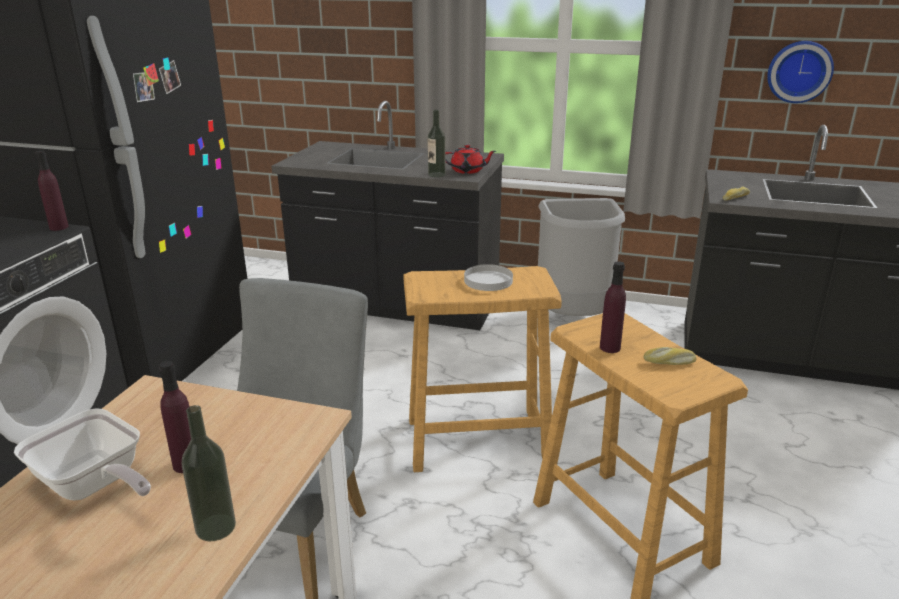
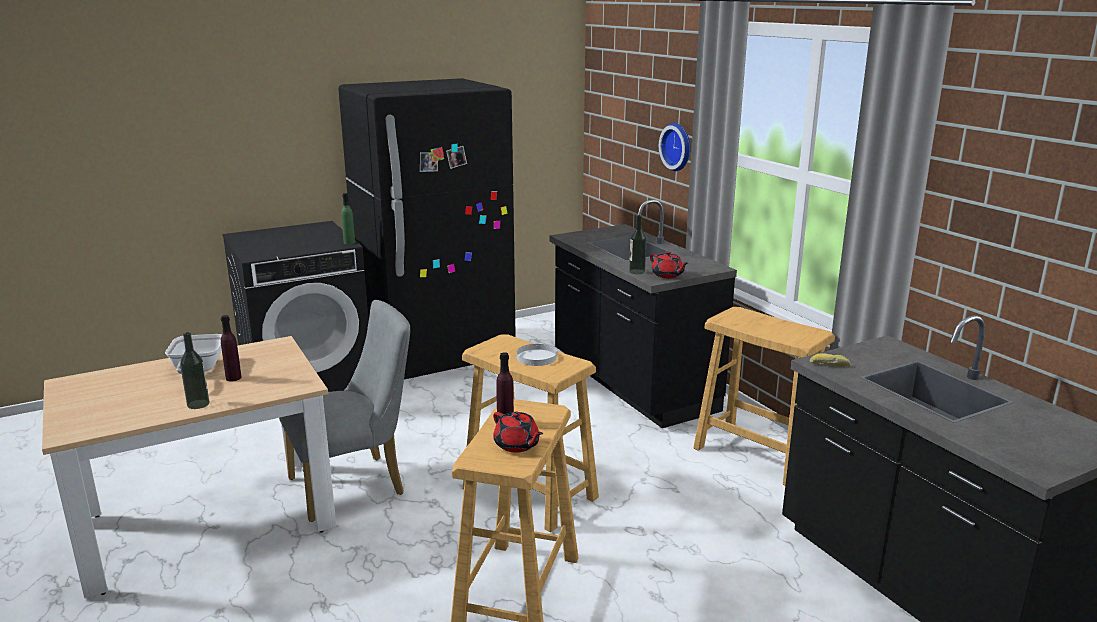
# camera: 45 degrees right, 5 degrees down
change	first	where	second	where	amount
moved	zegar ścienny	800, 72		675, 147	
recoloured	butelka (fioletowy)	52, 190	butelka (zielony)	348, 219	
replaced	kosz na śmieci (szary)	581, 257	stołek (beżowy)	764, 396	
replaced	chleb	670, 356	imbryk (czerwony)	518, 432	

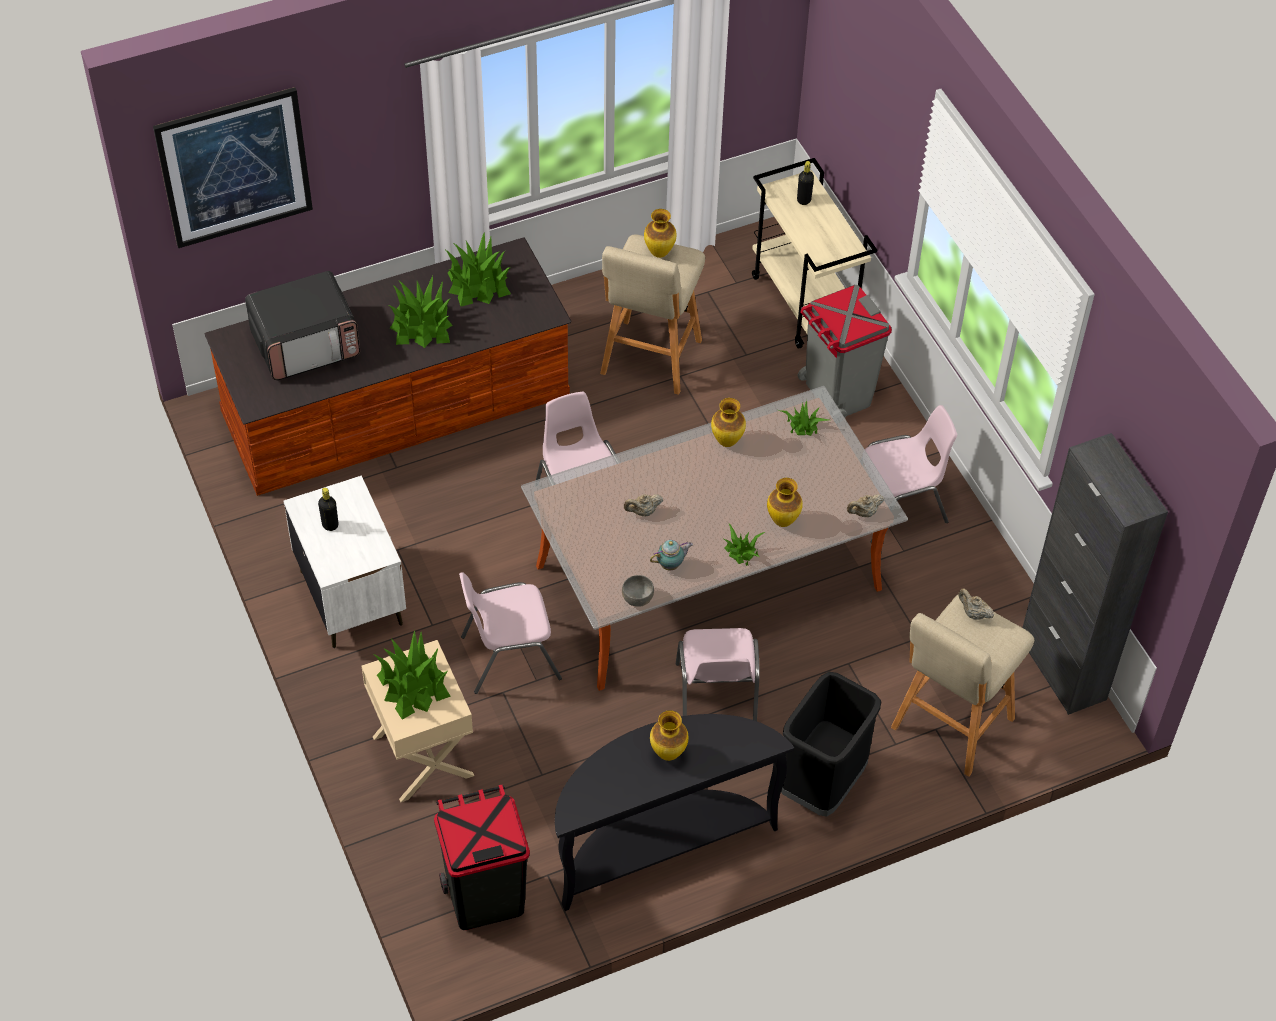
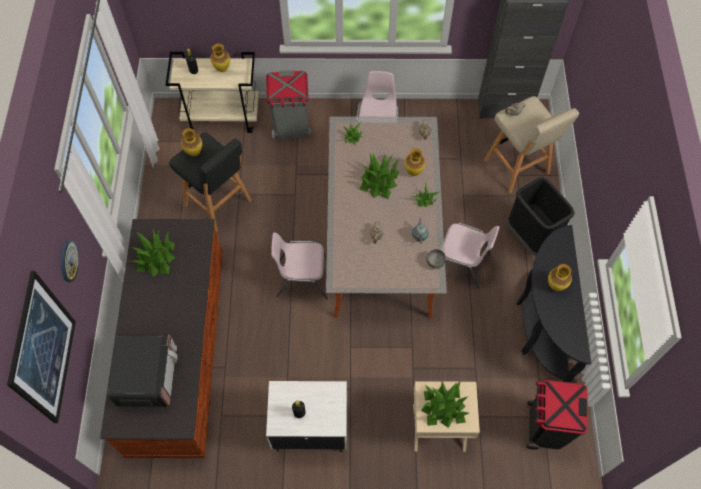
# camera: 65 degrees left, 10 degrees up
change	first	where	second	where	amount
recoloured	stołek (beżowy)	652, 315	stołek (czarny)	210, 182	
moved	roślina doniczkowa	420, 312		379, 175	
moved	wazon	728, 422		220, 58	
removed	krzesło (różowy)	510, 633			
added			zegar ścienny	70, 261	

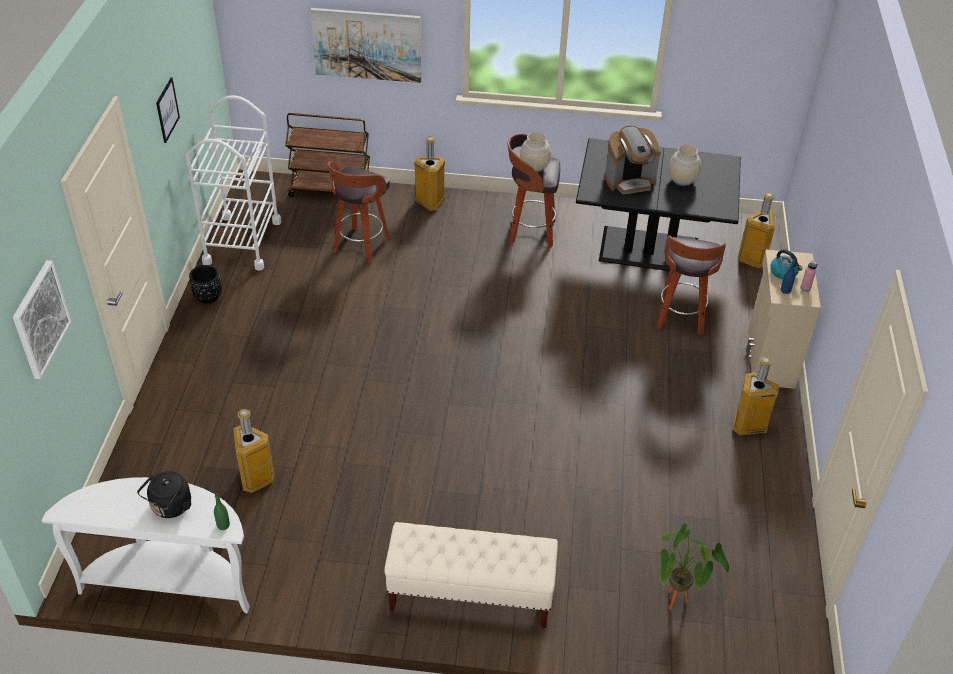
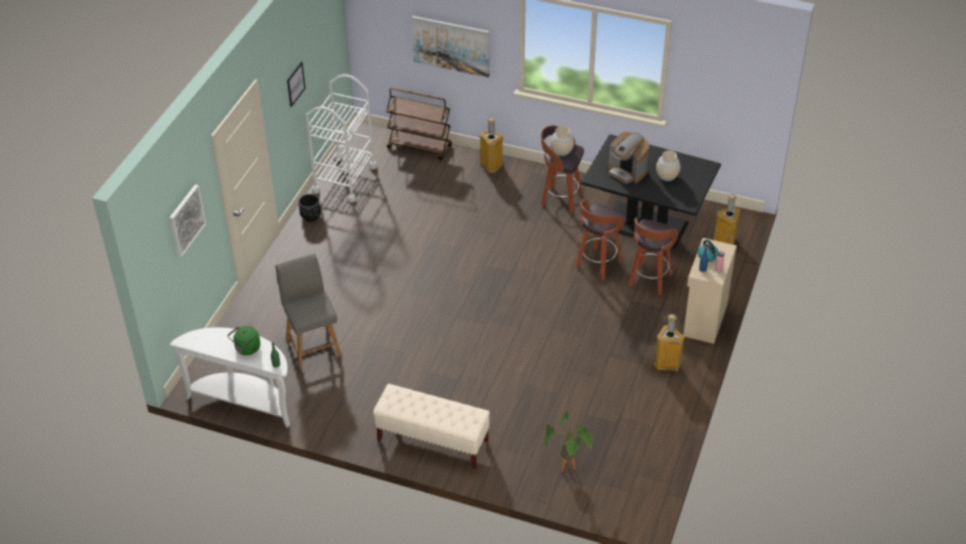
# camera: 15 degrees right, 0 degrees up
change	first	where	second	where	amount
turned	ekspres do kawy	633, 160		628, 158	45 degrees clockwise
moved	stołek	359, 212		601, 240	
replaced	kosz na śmieci	254, 451	krzesło (szary)	309, 311	
recoloured	czajnik (czarny)	164, 494	czajnik (zielony)	244, 340	

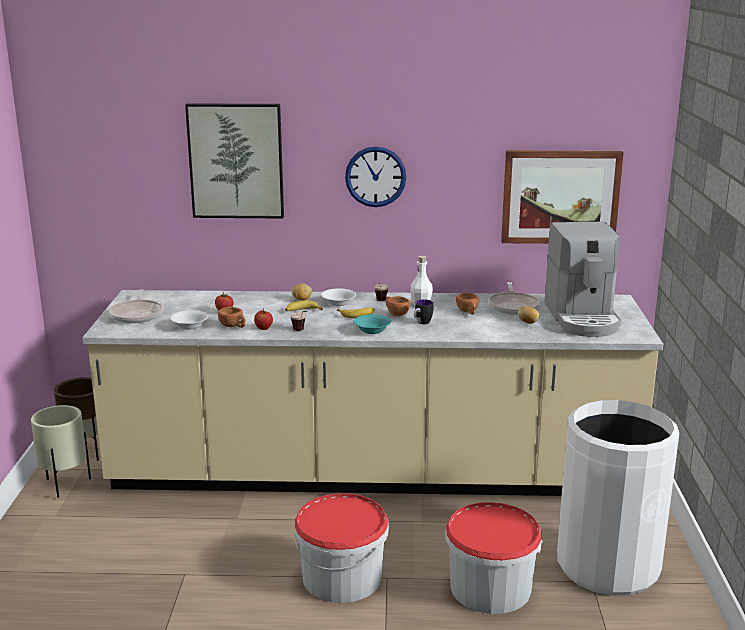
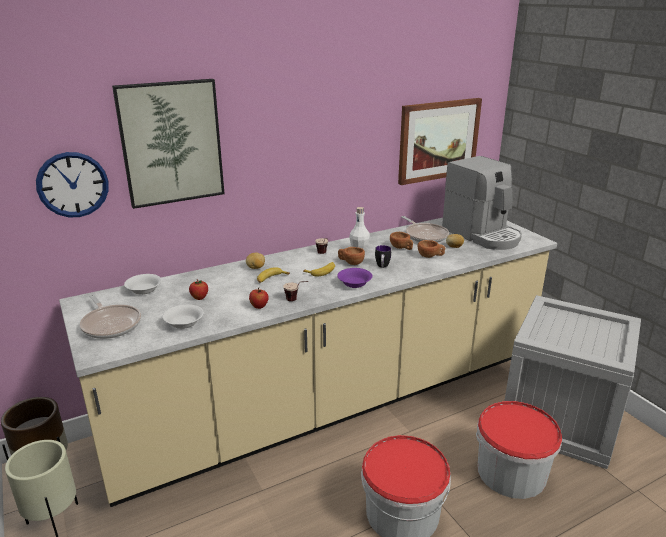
# camera: 30 degrees left, 5 degrees up
change	first	where	second	where	amount
moved	zegar ścienny	375, 176		72, 184	
moved	miska (biały)	338, 297		143, 284	
moved	filiżanka (brązowy)	232, 317		431, 249	
recoloured	miska (turkusowy)	372, 324	miska (fioletowy)	355, 278	
replaced	kosz na śmieci (biały)	618, 498	skrzynka	572, 382	

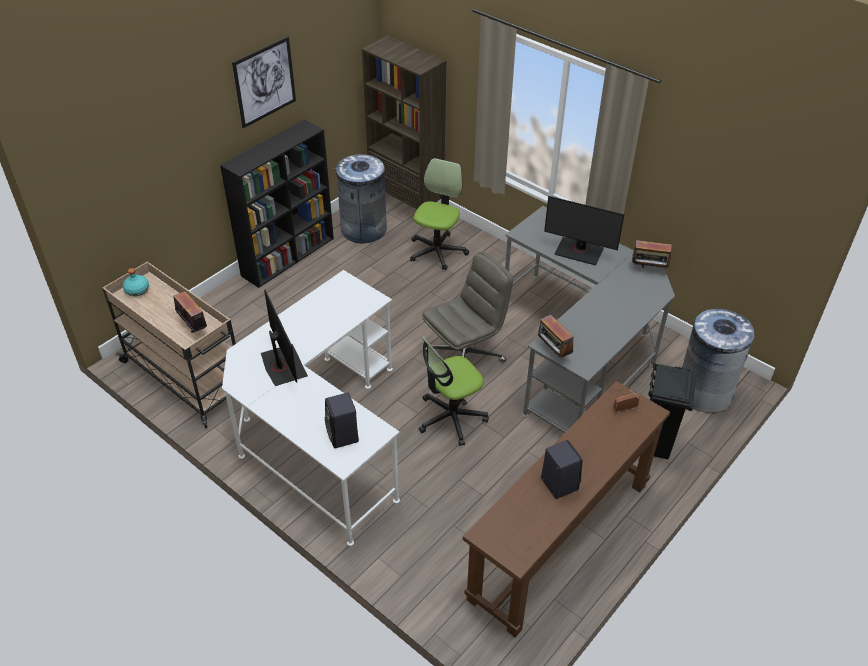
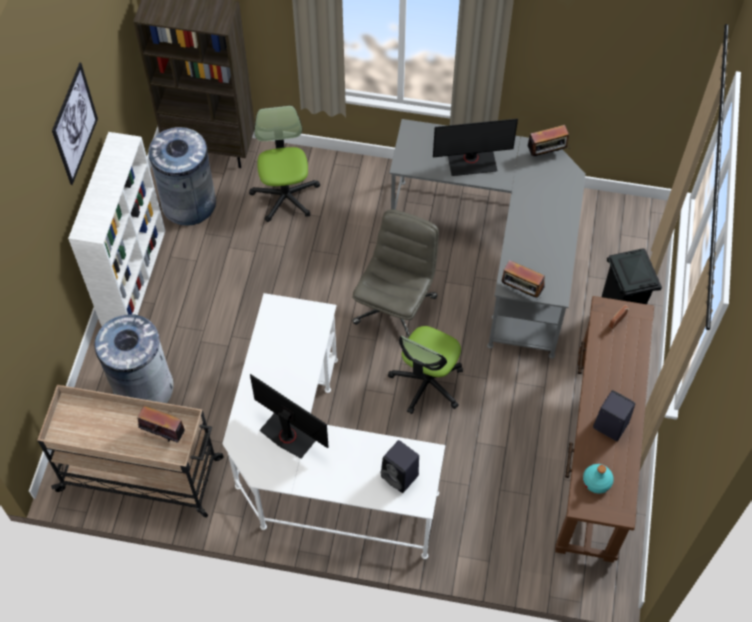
# camera: 30 degrees left, 15 degrees up
change	first	where	second	where	amount
recoloured	regał (czarny)	277, 204	regał (biały)	116, 229	
moved	butelka (turkusowy)	136, 282		598, 479	
moved	kosz na śmieci (szary)	718, 361		134, 357	

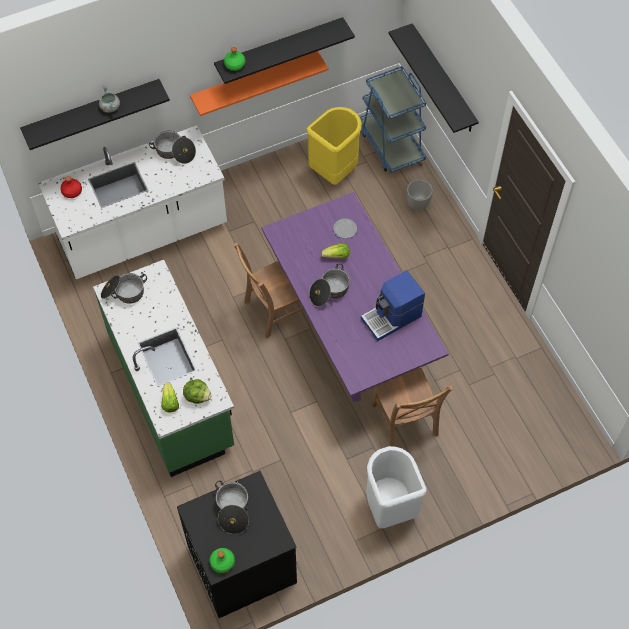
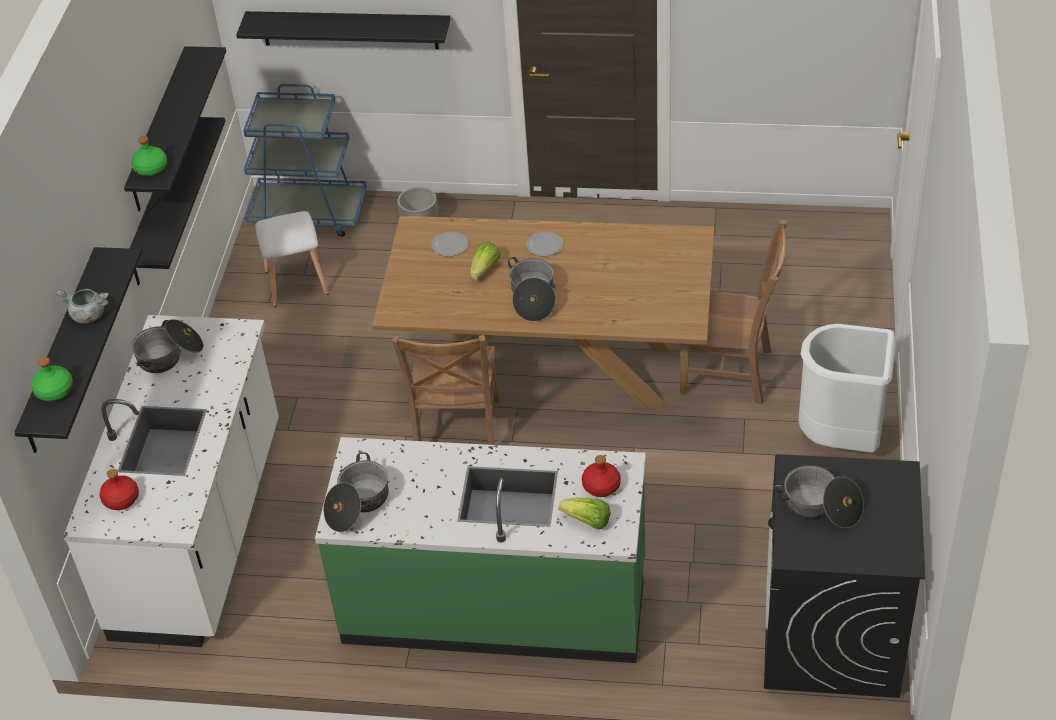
# camera: 55 degrees left, 15 degrees down
change	first	where	second	where	amount
recoloured	półka (pomarańczowy)	259, 83	półka (czarny)	177, 201	
replaced	kosz na śmieci (żółty)	334, 146	stołek (biały)	292, 259	
recoloured	stół jadalny (fioletowy)	355, 296	stół jadalny (brązowy)	543, 313	
removed	ekspres do kawy	393, 306			
replaced	sałata	197, 391	butelka (czerwony)	601, 476	
moved	butelka (zielony)	222, 560		52, 379	
added			talerz	544, 244	

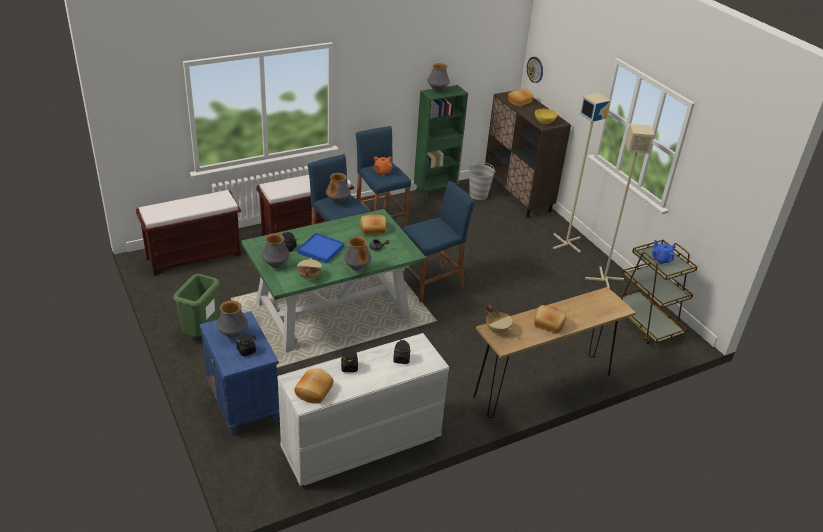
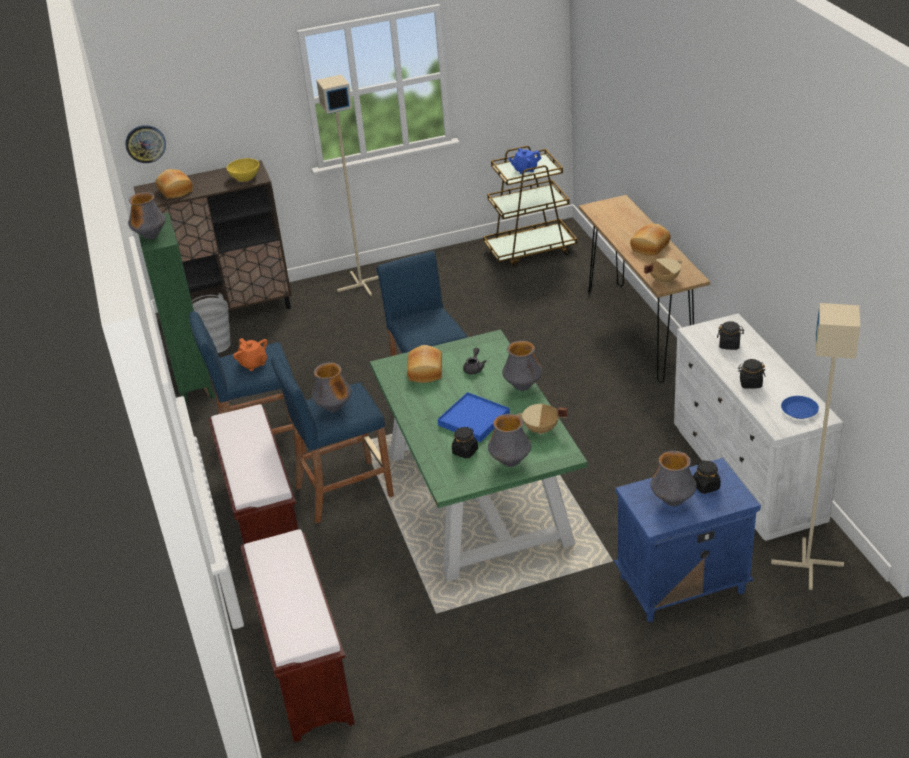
# camera: 75 degrees left, 0 degrees up
change	first	where	second	where	amount
moved	lampa stojąca (beżowy)	619, 206		815, 446	
removed	kosz na śmieci (zielony)	196, 305			
replaced	chleb	314, 386	talerz (niebieski)	800, 407	

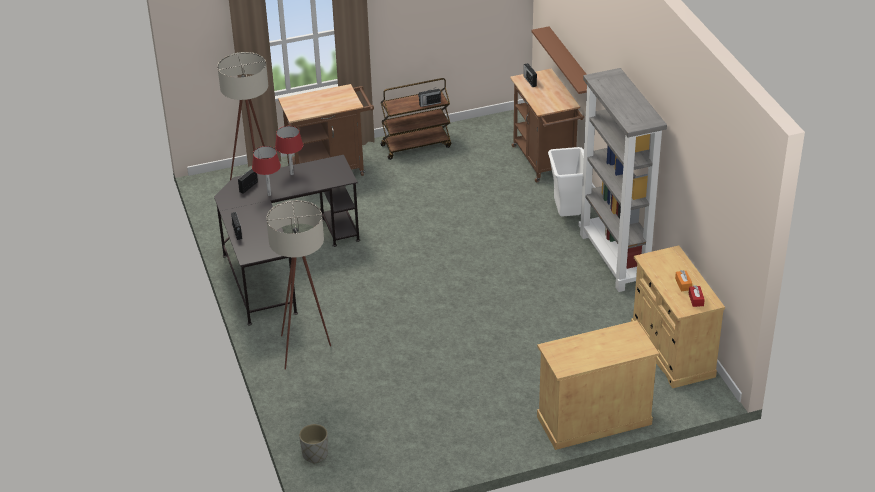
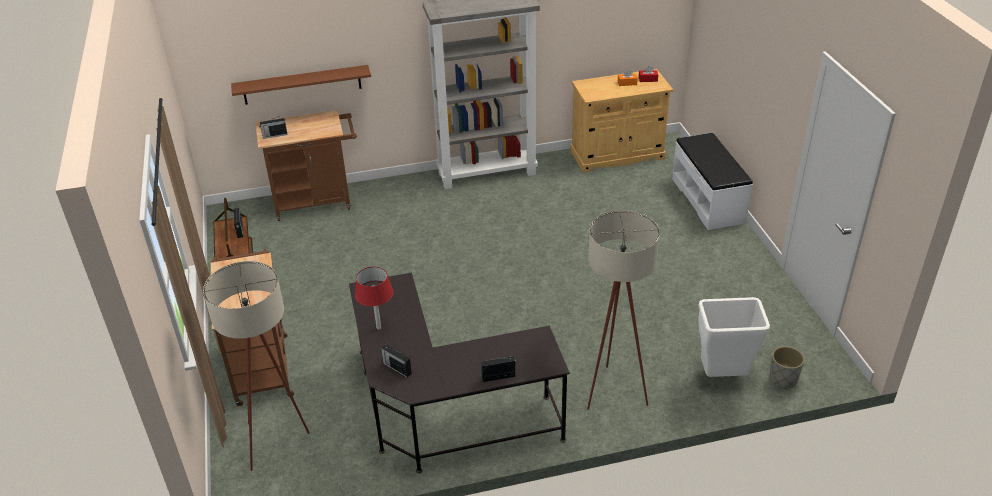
# camera: 85 degrees left, 0 degrees up
change	first	where	second	where	amount
removed	lampa stołowa (czerwony)	266, 171			
moved	kosz na śmieci (biały)	566, 182		734, 337	
replaced	szafka (beżowy)	598, 385	ławka (biały)	712, 181	

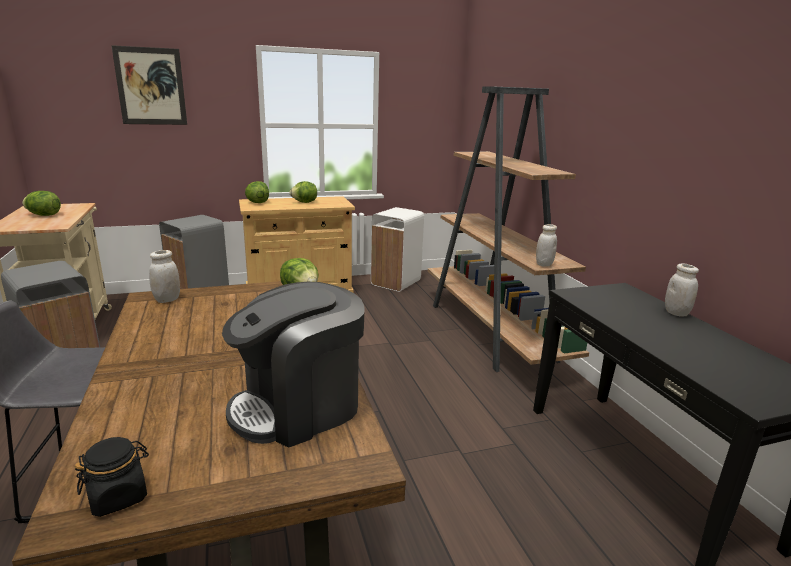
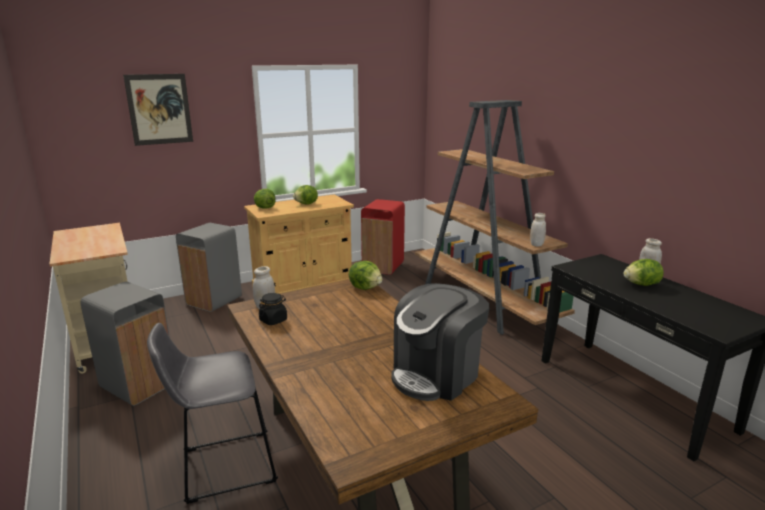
# camera: 10 degrees left, 0 degrees up
change	first	where	second	where	amount
moved	sałata	41, 203		644, 272	
recoloured	kosz na śmieci (biały)	397, 249	kosz na śmieci (czerwony)	383, 237	
moved	słoik (czarny)	112, 477		273, 309	

